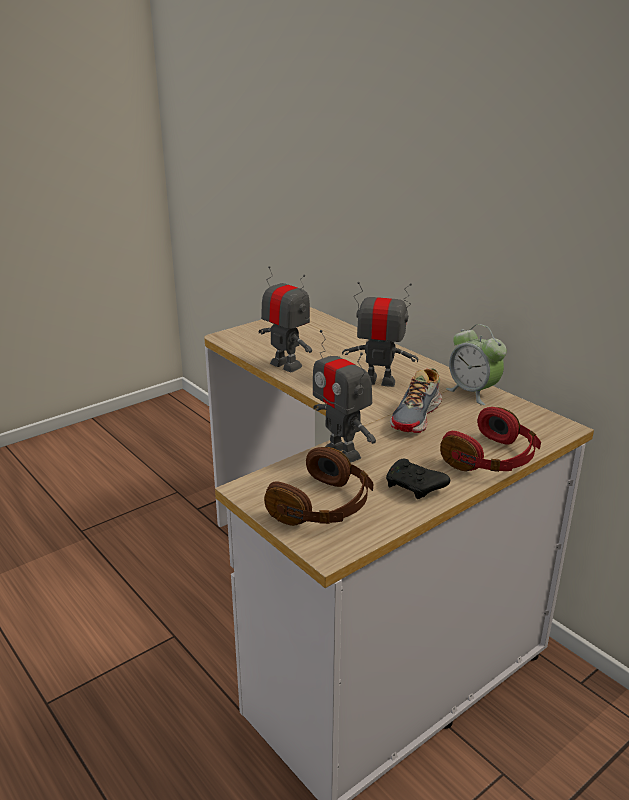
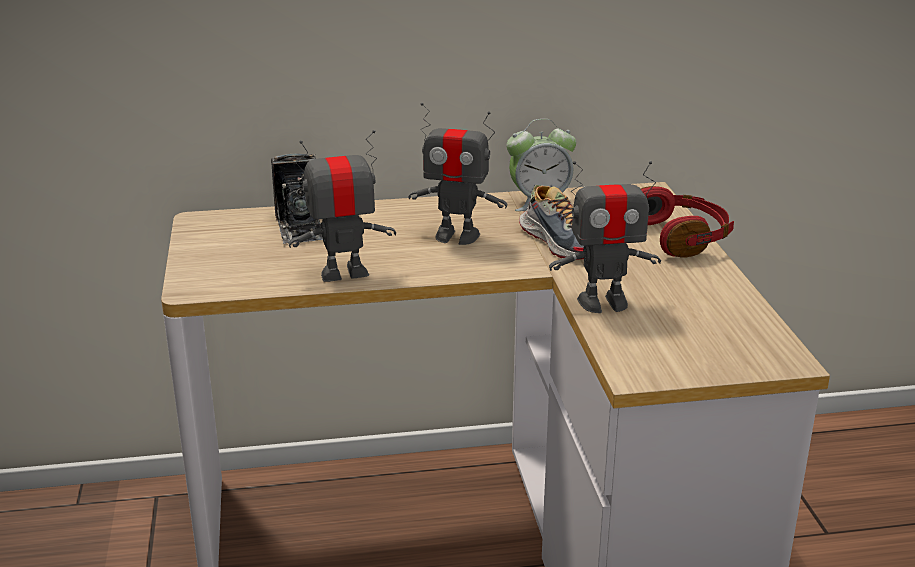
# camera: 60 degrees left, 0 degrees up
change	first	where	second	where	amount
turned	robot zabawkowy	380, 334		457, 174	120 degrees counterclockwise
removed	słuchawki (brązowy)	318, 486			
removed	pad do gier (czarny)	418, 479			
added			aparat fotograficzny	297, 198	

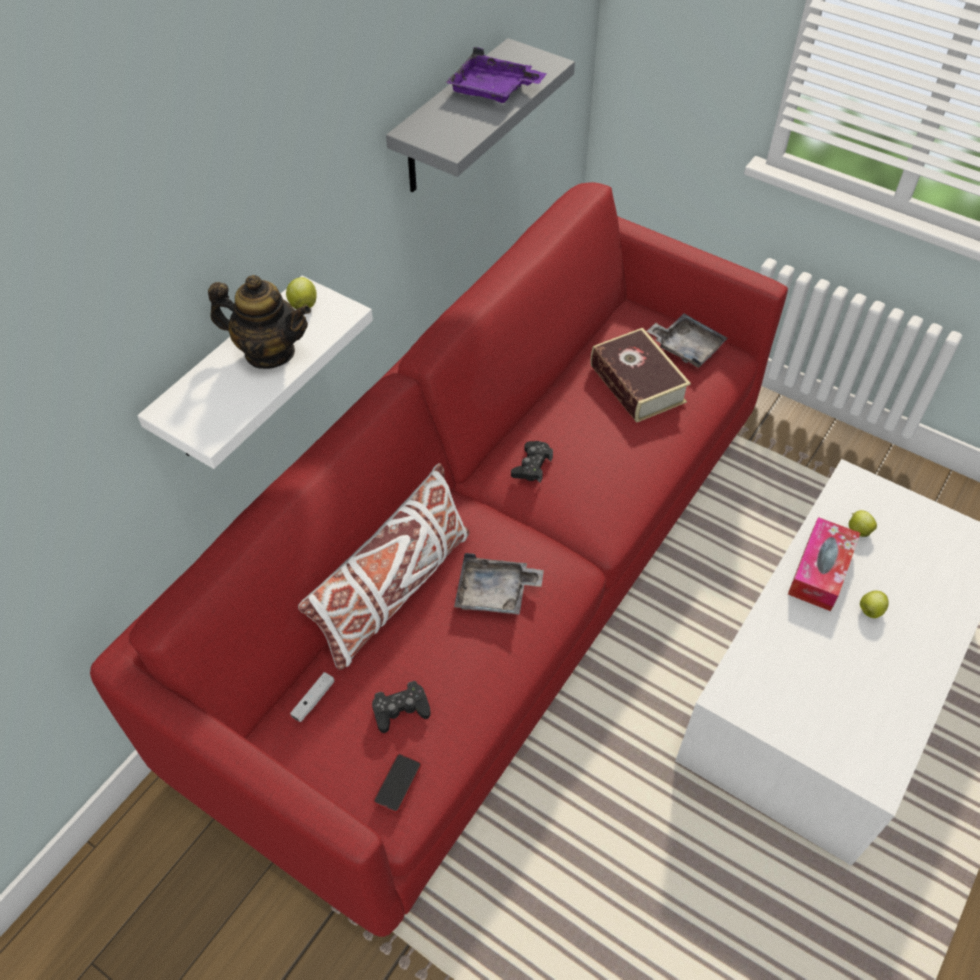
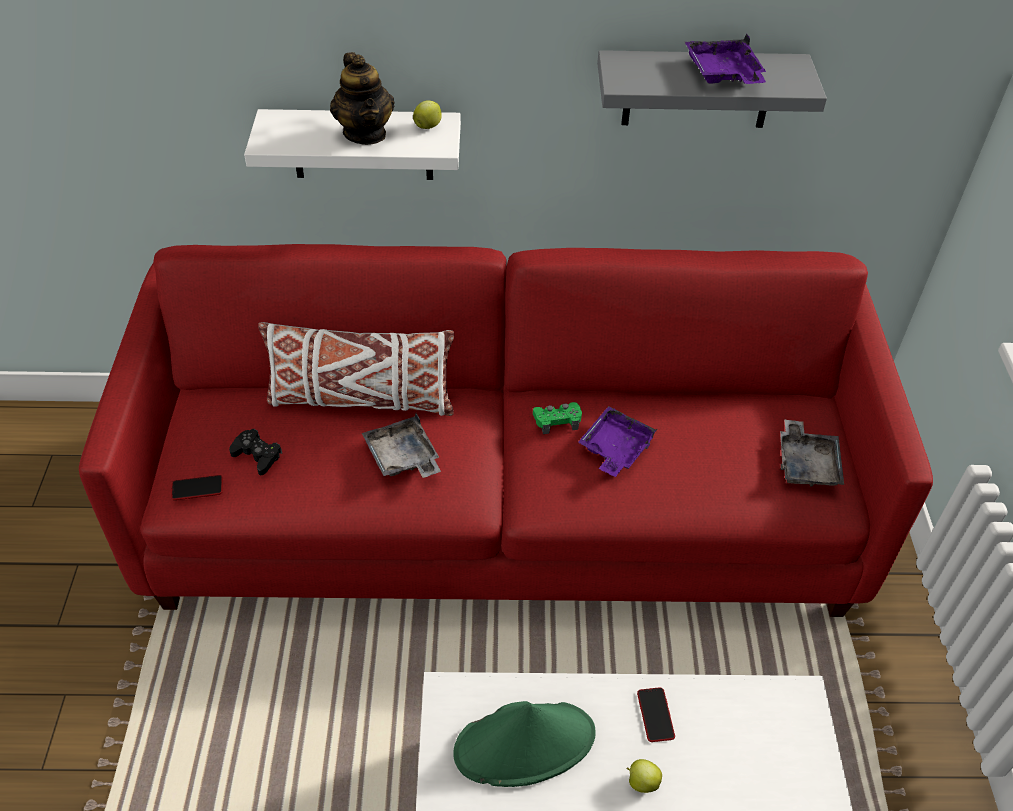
# camera: 55 degrees right, 5 degrees down
change	first	where	second	where	amount
removed	książka	641, 375			
recoloured	pad do gier (czarny)	532, 462	pad do gier (zielony)	557, 418	
removed	jabłko	863, 523			
replaced	pudełko chusteczek	824, 564	telefon	656, 714	
removed	pad do gier (biały)	312, 697			
added			taca (fioletowy)	618, 441	
added			kapelusz (zielony)	524, 744	

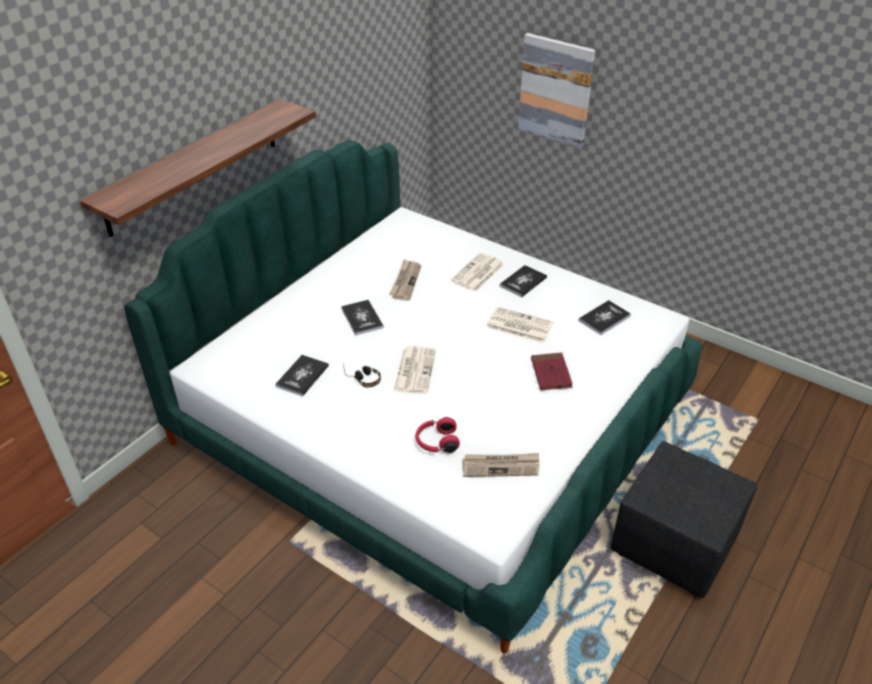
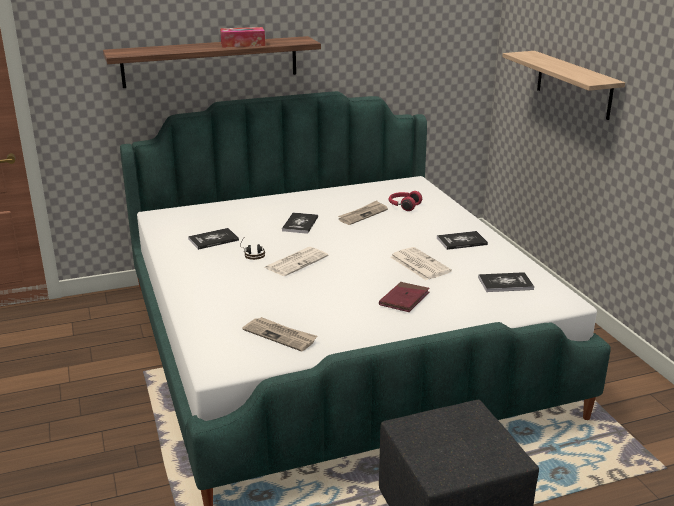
# camera: 35 degrees right, 15 degrees down
change	first	where	second	where	amount
replaced	obraz	557, 90	półka	563, 85	
removed	gazeta	477, 272			
moved	słuchawki (czerwony)	437, 435		405, 201	
added			pudełko chusteczek	242, 37	

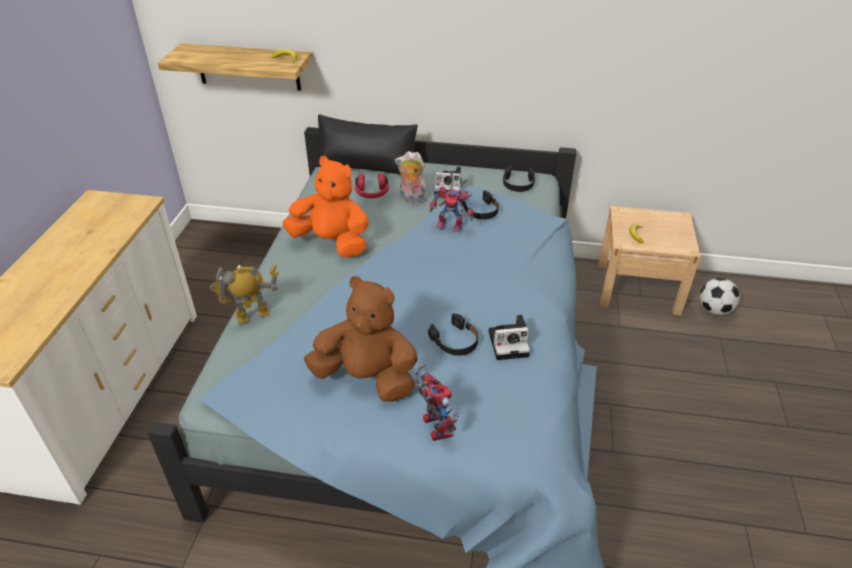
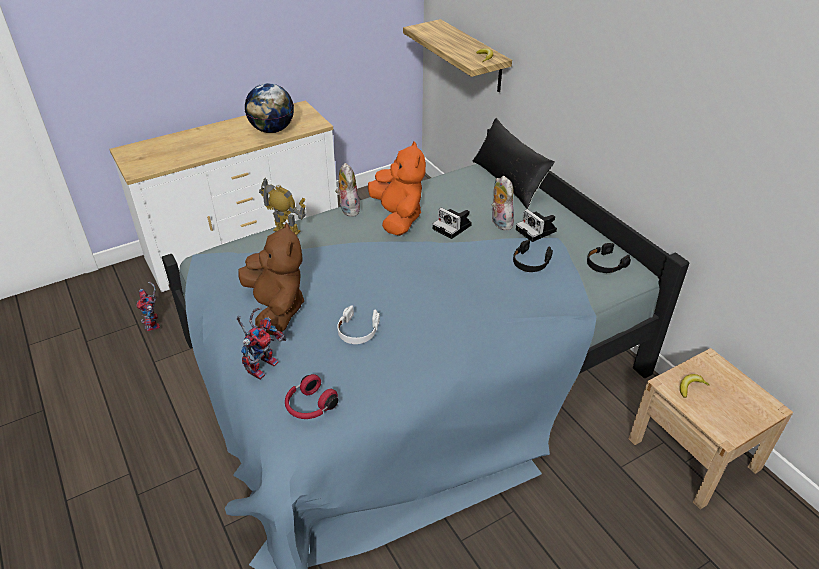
# camera: 50 degrees right, 0 degrees up
change	first	where	second	where	amount
moved	robot zabawkowy	451, 201		148, 306	
moved	słuchawki (czerwony)	372, 185		311, 396	
removed	piłka futbolowa	720, 296			
recoloured	słuchawki (czarny)	453, 334	słuchawki (biały)	358, 324	
moved	aparat fotograficzny	509, 337		452, 223	
added			globus	269, 108	
added			pluszak	347, 190	

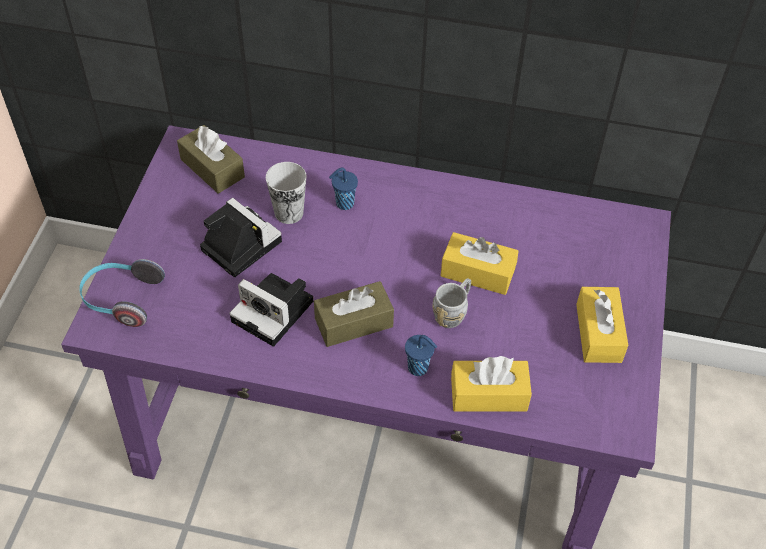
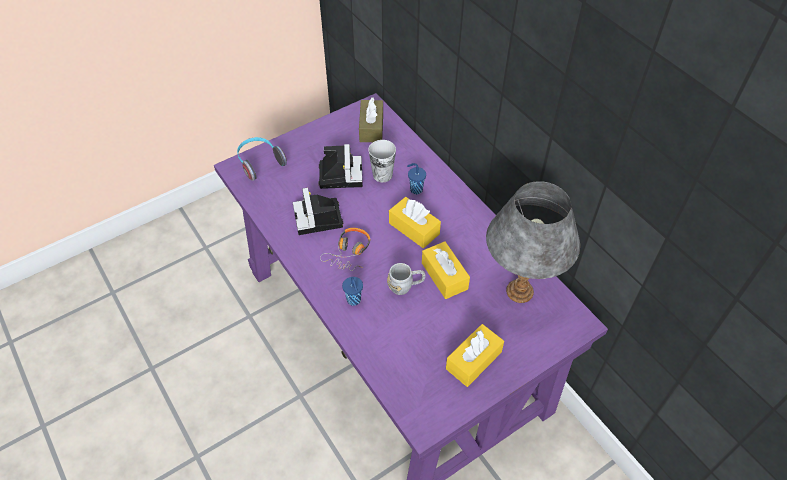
# camera: 45 degrees right, 0 degrees up
change	first	where	second	where	amount
replaced	pudełko chusteczek (brązowy)	354, 314	słuchawki	345, 249	
moved	pudełko chusteczek (żółty)	491, 384		415, 222	
added			lampa stołowa (szary)	533, 242	

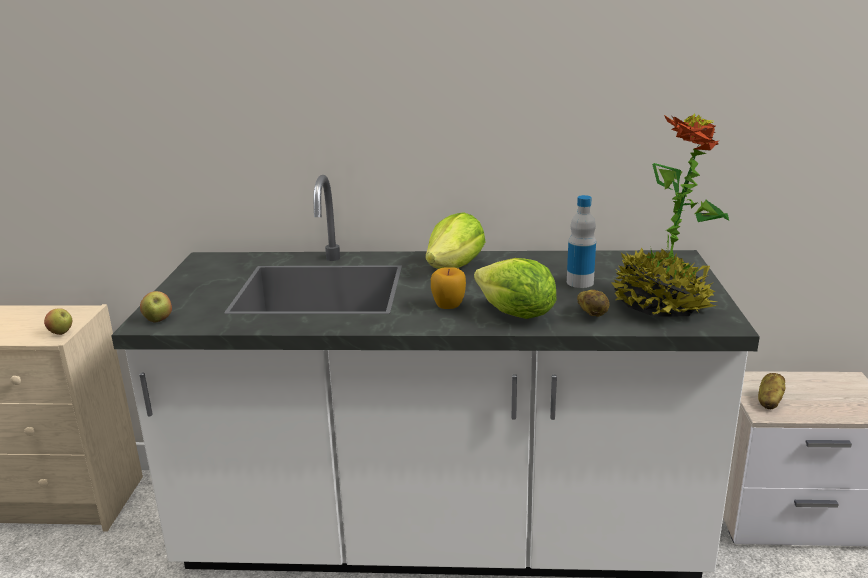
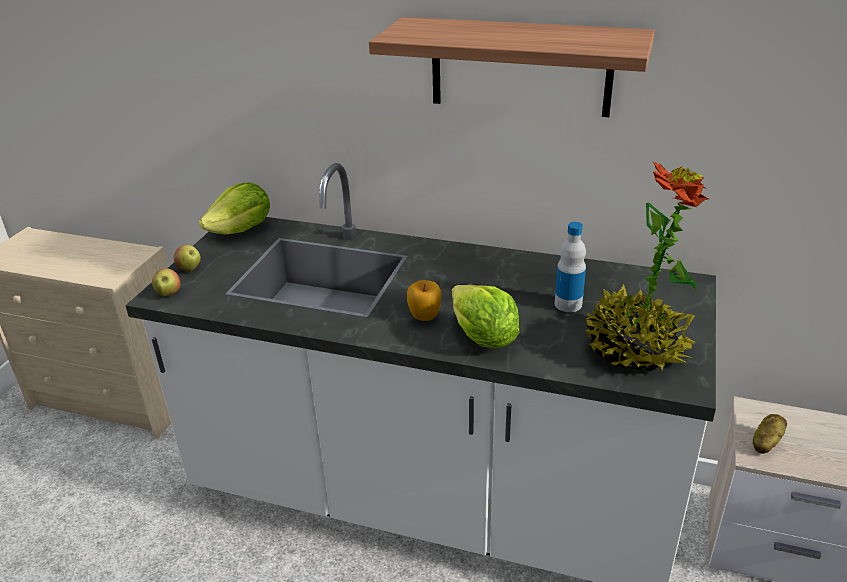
# camera: 15 degrees right, 10 degrees up
change	first	where	second	where	amount
moved	sałata	456, 240		234, 208	
removed	ziemniak	593, 303			
moved	jabłko	58, 321		187, 258	
added			półka	512, 67	

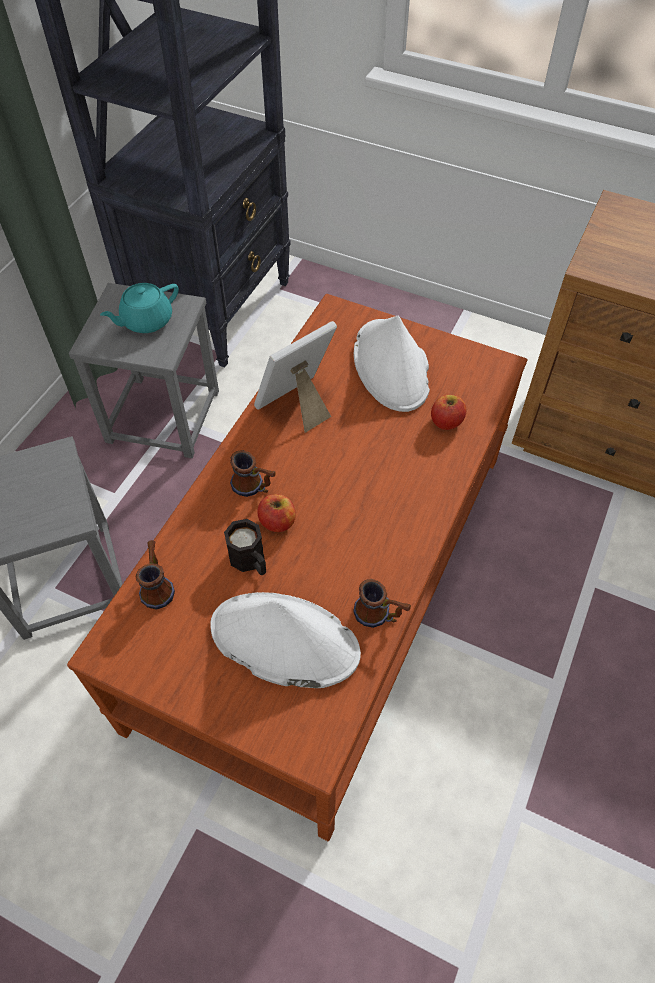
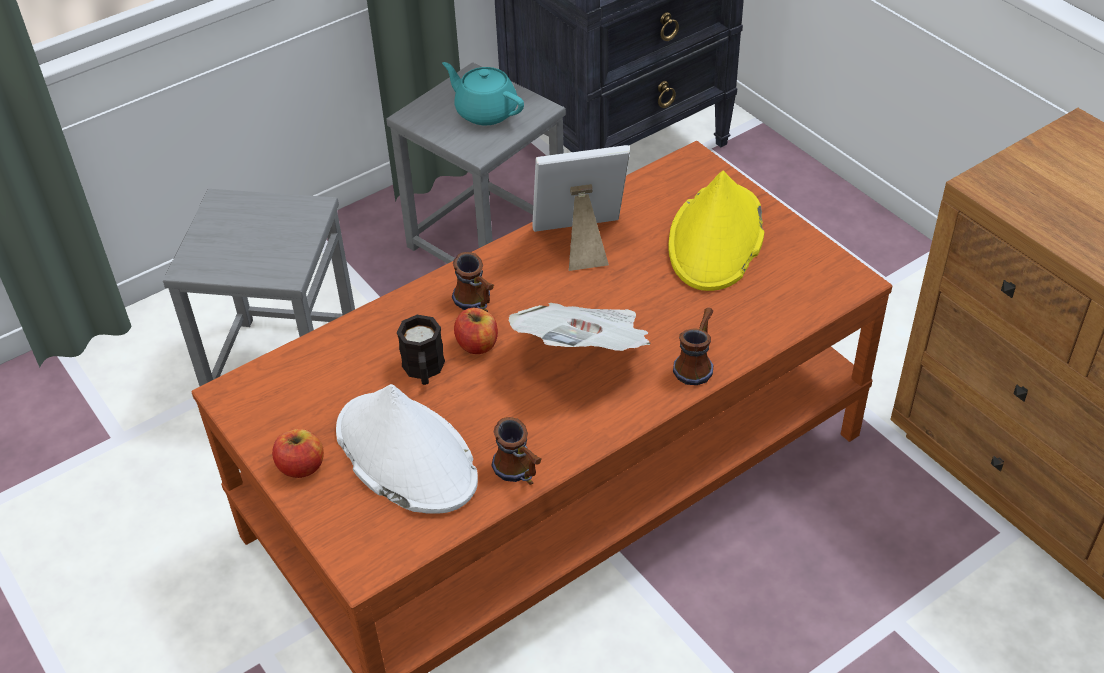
# camera: 30 degrees right, 10 degrees down
change	first	where	second	where	amount
turned	imbryk (turkusowy)	139, 308		483, 93	45 degrees clockwise
recoloured	kapelusz (biały)	392, 364	kapelusz (żółty)	716, 230	
moved	jabłko	448, 412		298, 453	
moved	kubek	155, 575		693, 346	
added			gazeta	579, 327	

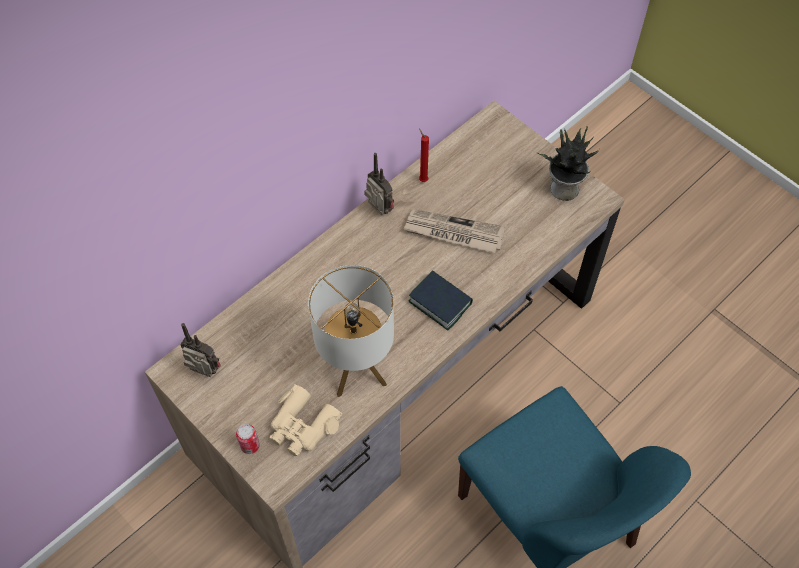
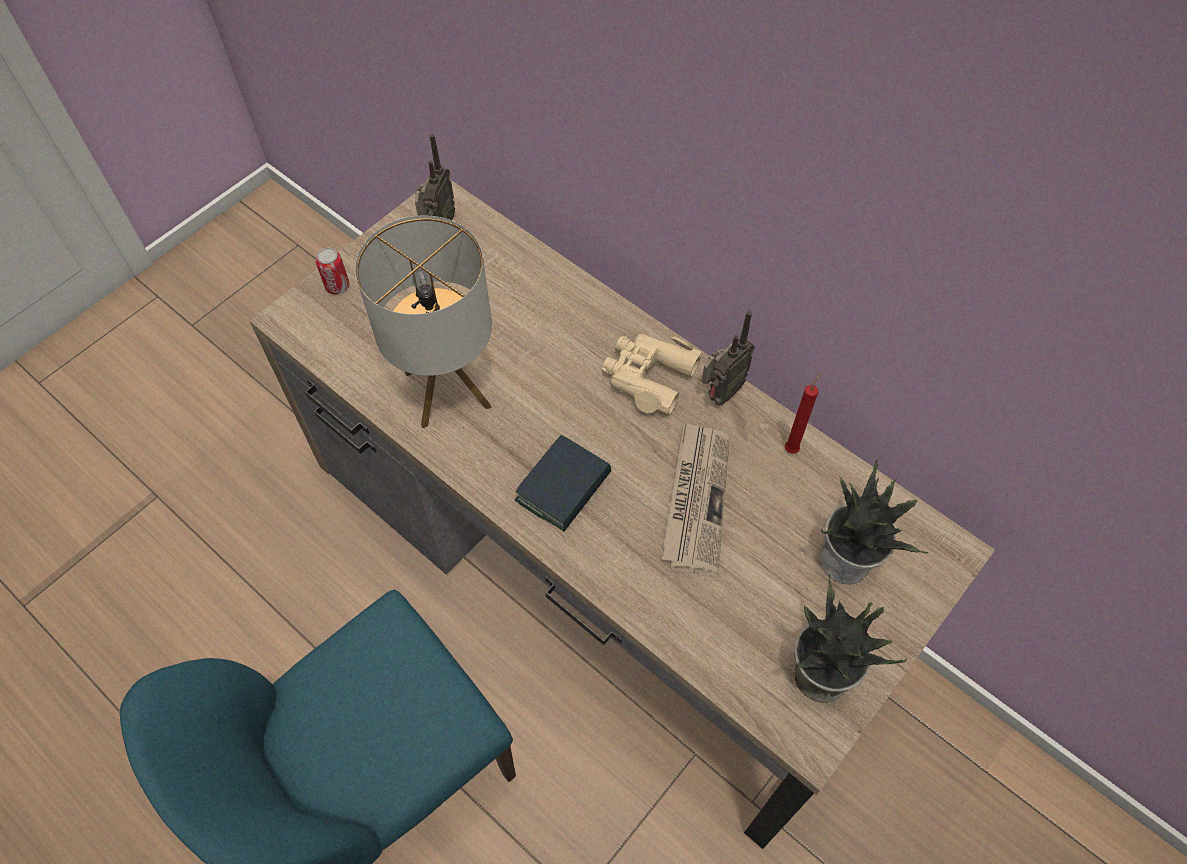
# camera: 85 degrees right, 0 degrees up
change	first	where	second	where	amount
moved	lornetka (beżowy)	306, 420		652, 375	
added			roślina doniczkowa	874, 521	

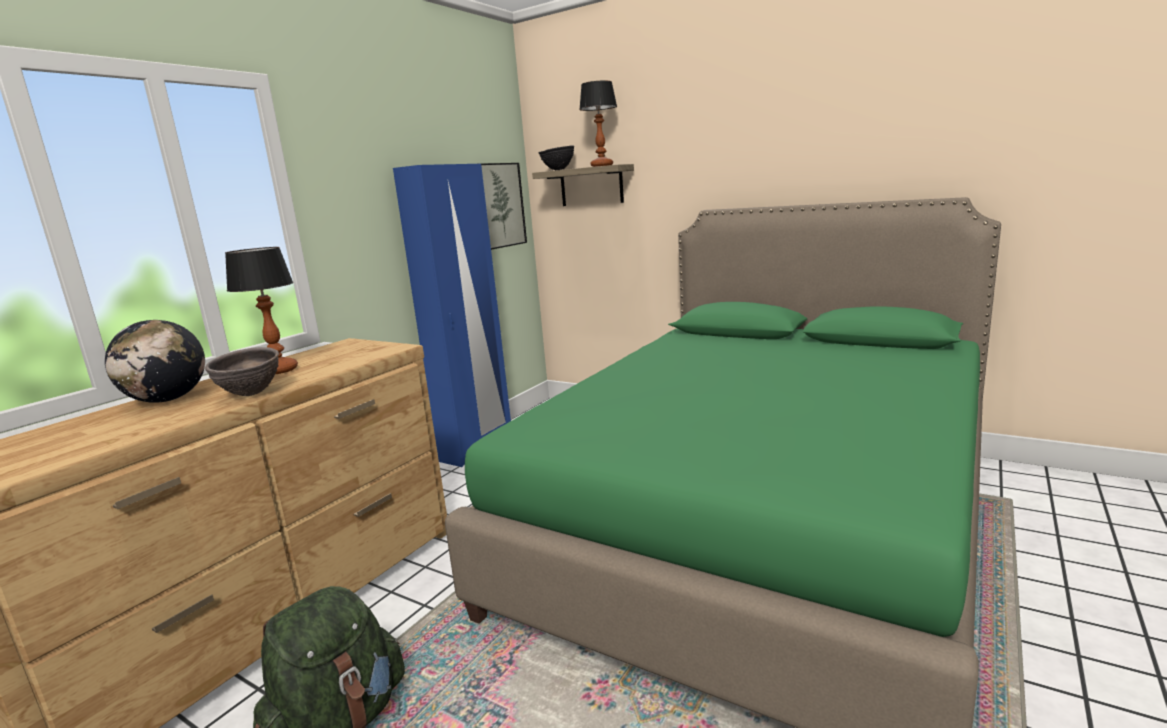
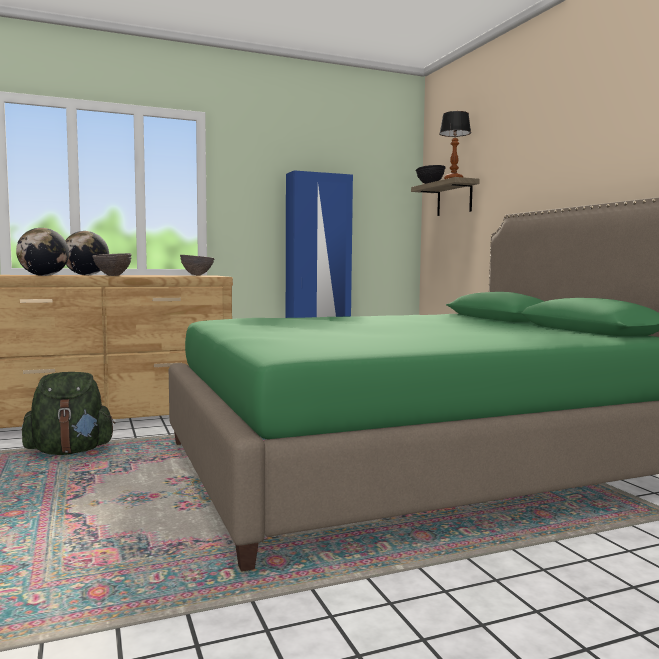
# camera: 35 degrees right, 10 degrees down
change	first	where	second	where	amount
removed	obraz	504, 206			
removed	lampa stołowa	261, 310			
added			globus	42, 252	
added			miska (brązowy)	197, 265	

